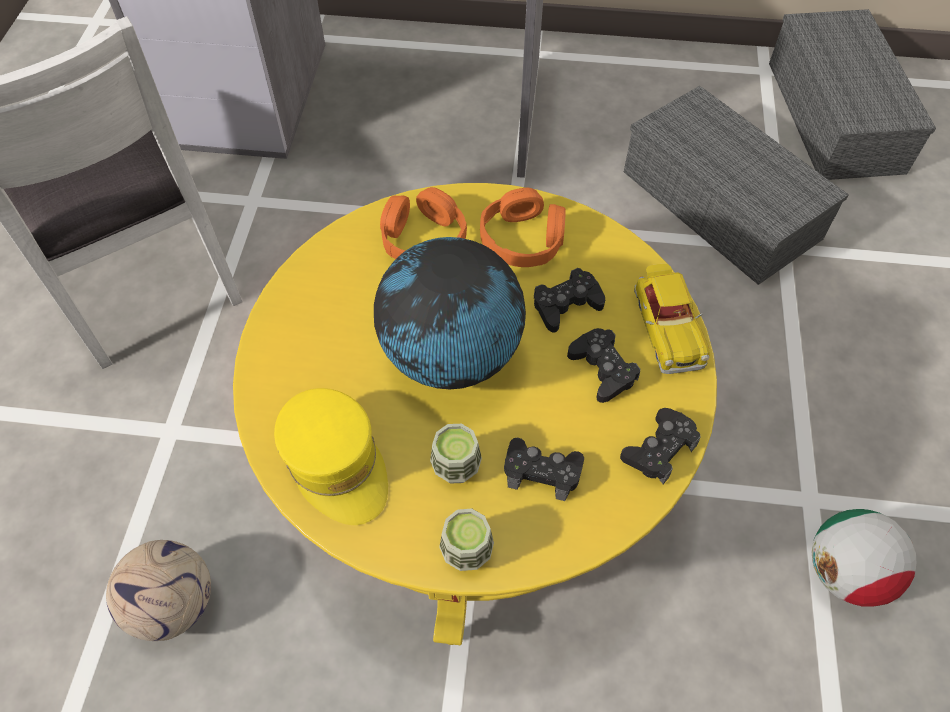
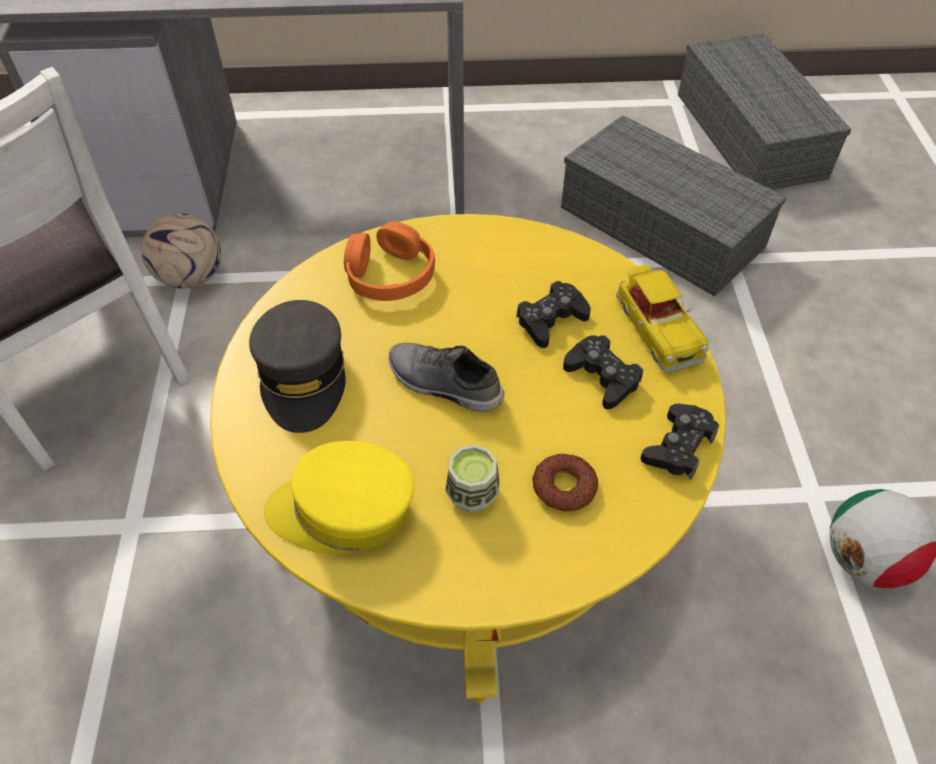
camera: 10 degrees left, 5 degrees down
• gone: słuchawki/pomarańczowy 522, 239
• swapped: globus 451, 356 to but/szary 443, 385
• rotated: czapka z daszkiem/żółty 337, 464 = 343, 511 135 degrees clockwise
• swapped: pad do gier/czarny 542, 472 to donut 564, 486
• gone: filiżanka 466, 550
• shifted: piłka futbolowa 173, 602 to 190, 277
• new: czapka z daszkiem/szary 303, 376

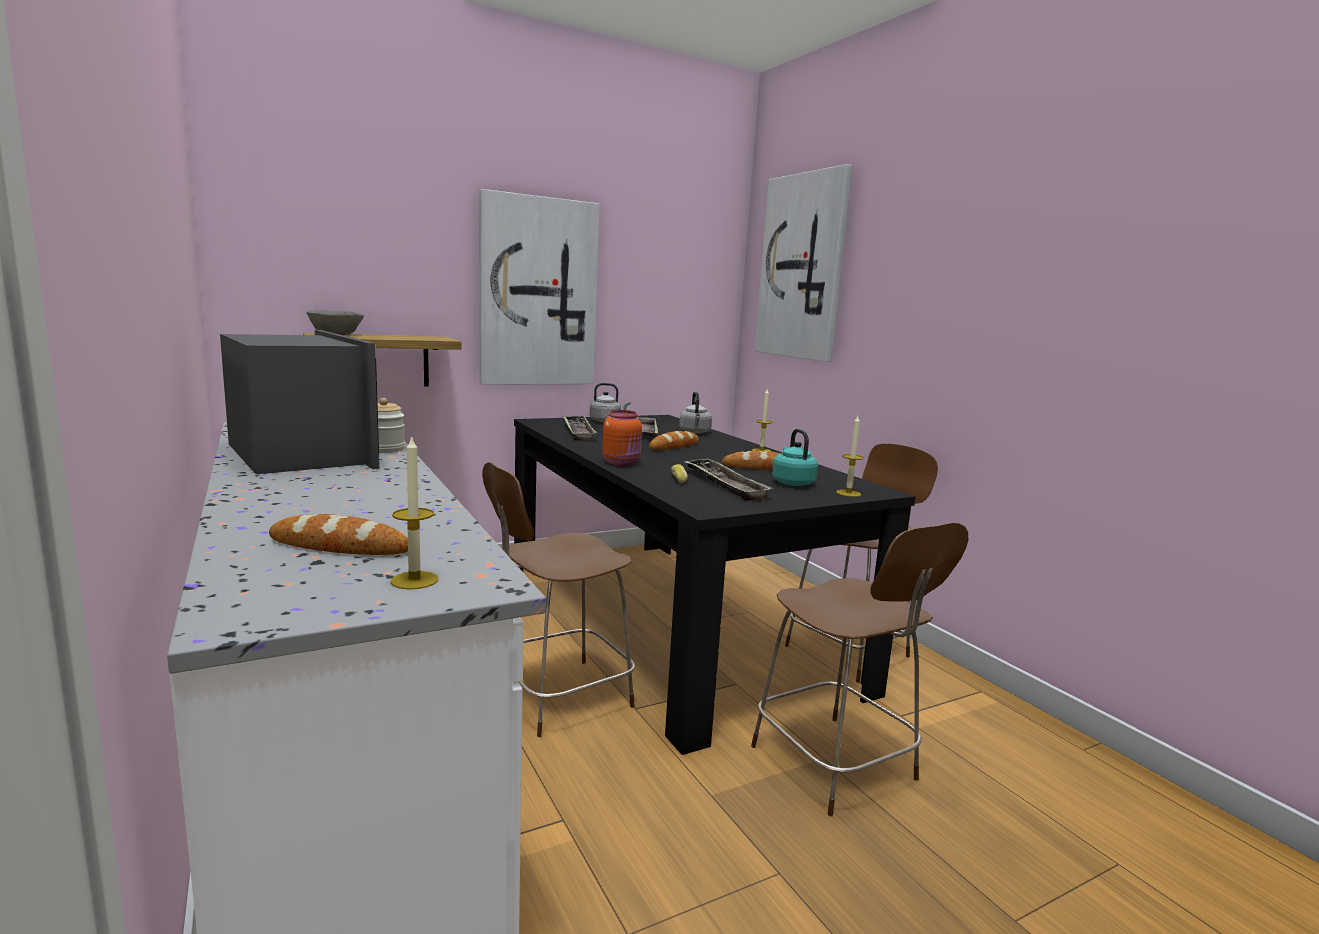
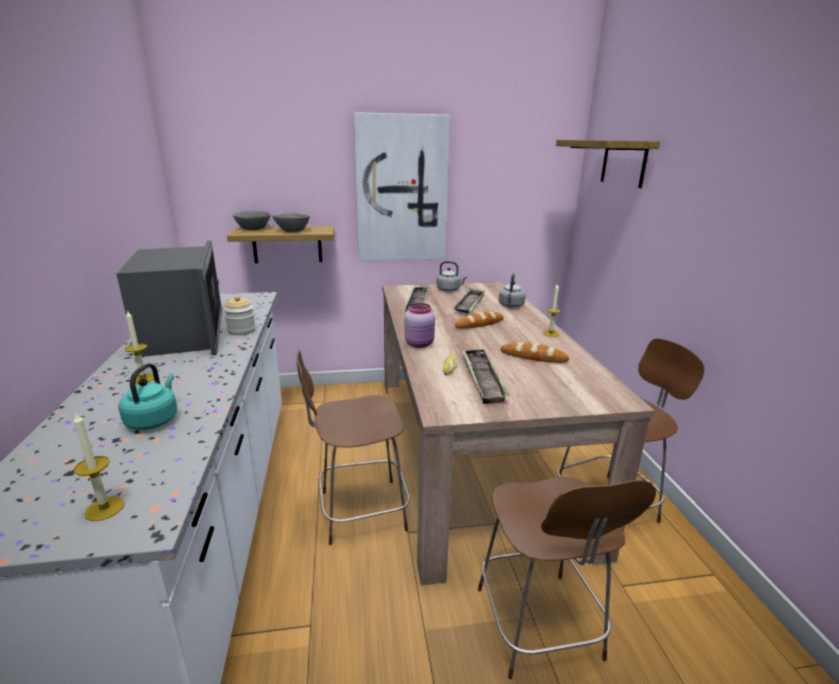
camera: 20 degrees right, 10 degrees up
• swapped: obraz 802, 267 to półka 623, 163
• repainted: słoik/pomarańczowy 622, 463 to słoik/różowy 420, 344
• repainted: stół jadalny/czarny 668, 620 to stół jadalny/beżowy 471, 452
• shifted: świeca 848, 493 to 143, 379
• shifted: czajnik/turkusowy 792, 482 to 154, 420
• gone: chleb 339, 546
• new: miska/szary 293, 231

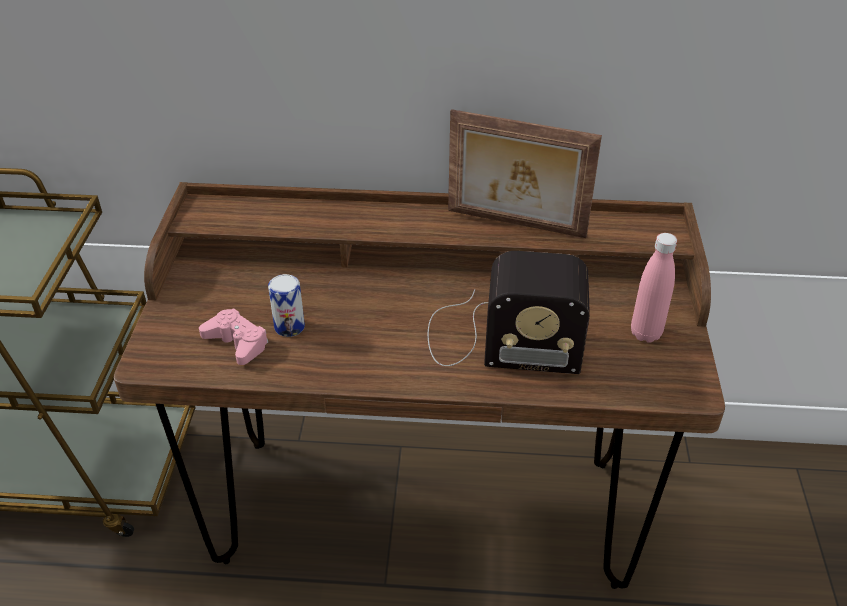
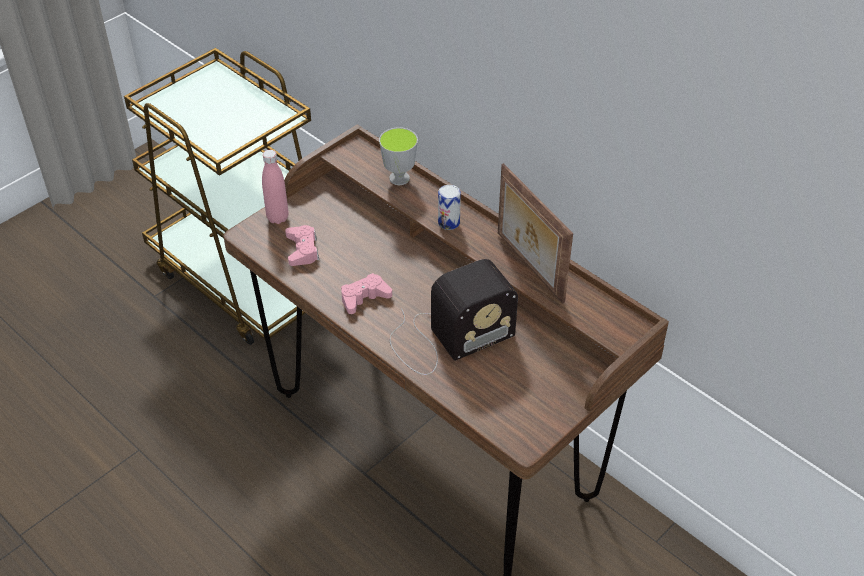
camera: 40 degrees right, 5 degrees up
• shifted: butelka/różowy 645, 333 to 277, 218
• rotated: radio 498, 340 = 447, 338 75 degrees counterclockwise
• shifted: puszka 289, 327 to 449, 222
• new: filiżanka 399, 178
• new: pad do gier/różowy 364, 298

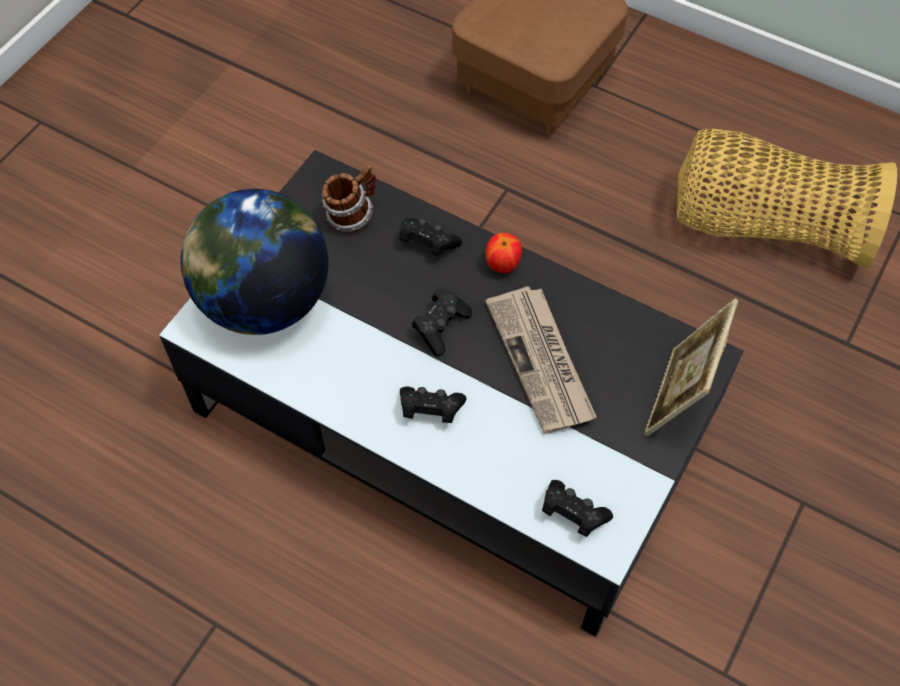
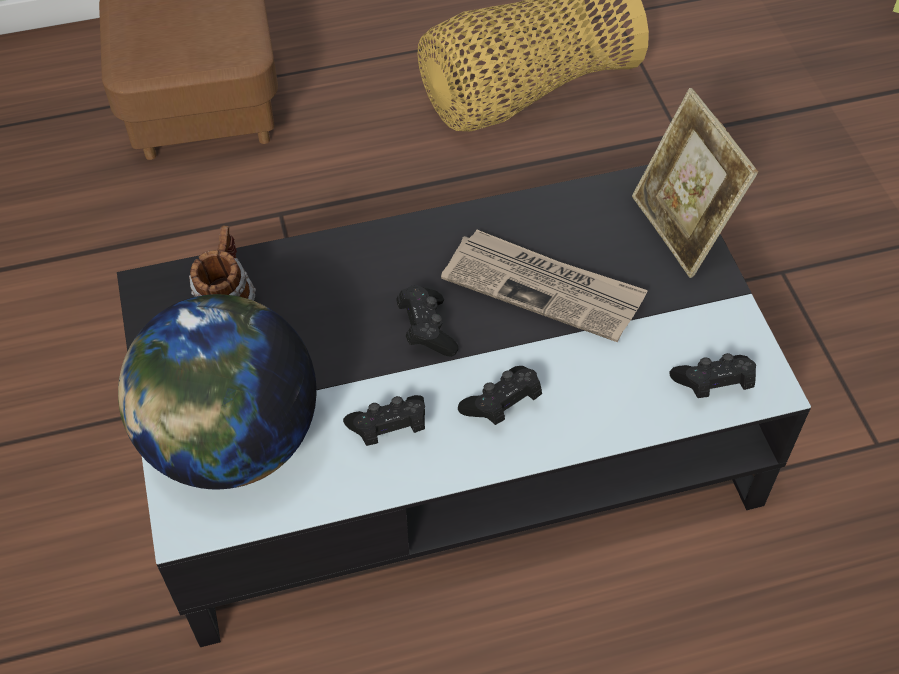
camera: 45 degrees left, 5 degrees down
• shifted: pad do gier/czarny 427, 244 to 389, 429
• gone: jabłko 502, 265

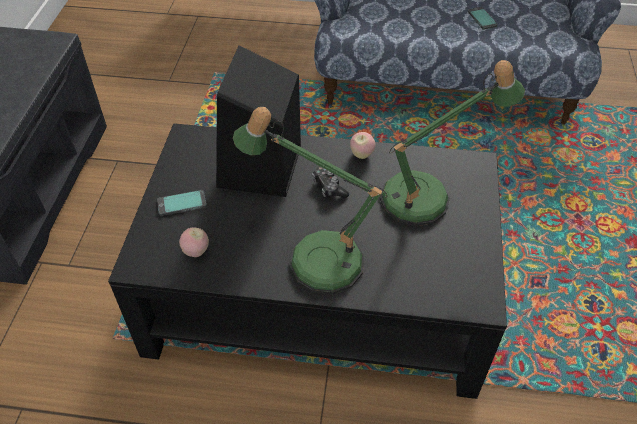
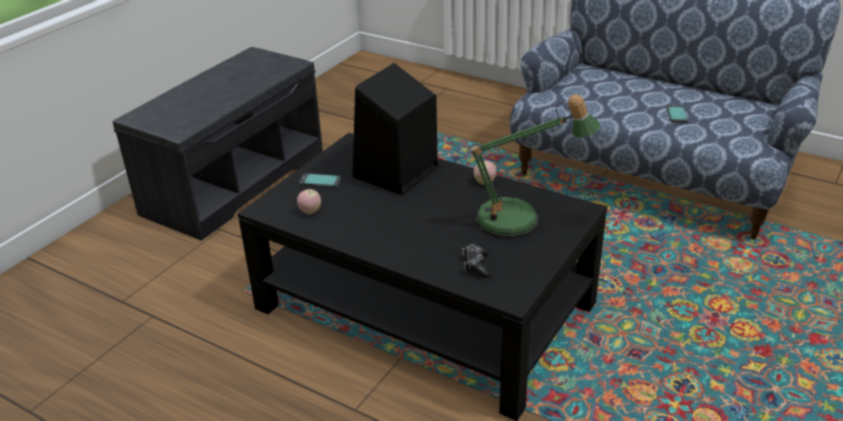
camera: 25 degrees right, 15 degrees down
• gone: lampa stołowa 315, 256
• shifted: pad do gier 329, 187 to 476, 265

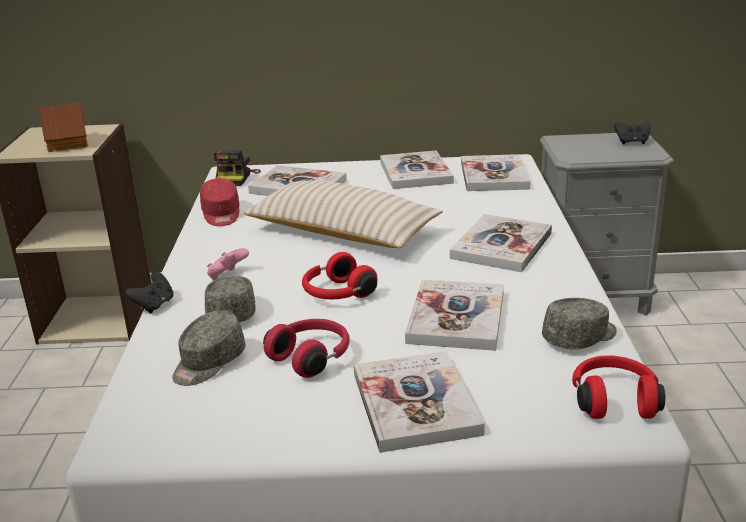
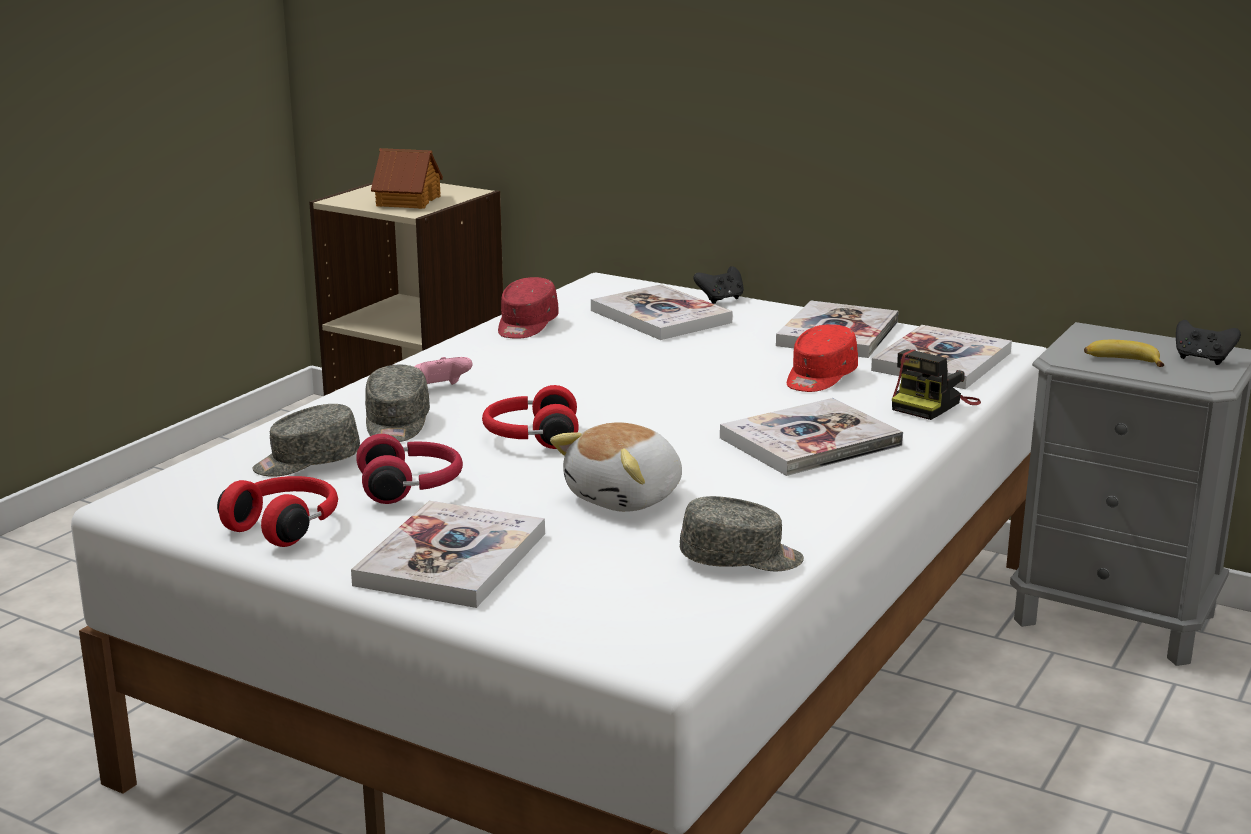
camera: 30 degrees right, 5 degrees down
• shifted: aparat fotograficzny 236, 178 to 932, 405
• gone: poduszka/beżowy 342, 232
• shifted: pad do gier/czarny 154, 305 to 721, 299
• rotated: czapka z daszkiem/szary 233, 312 = 396, 424 150 degrees clockwise
• swapped: książka 456, 317 to pluszak 626, 498
• shifted: słuchawki/czerwony 614, 400 to 286, 526
• new: czapka z daszkiem/czerwony 819, 377
• new: banan 1122, 361

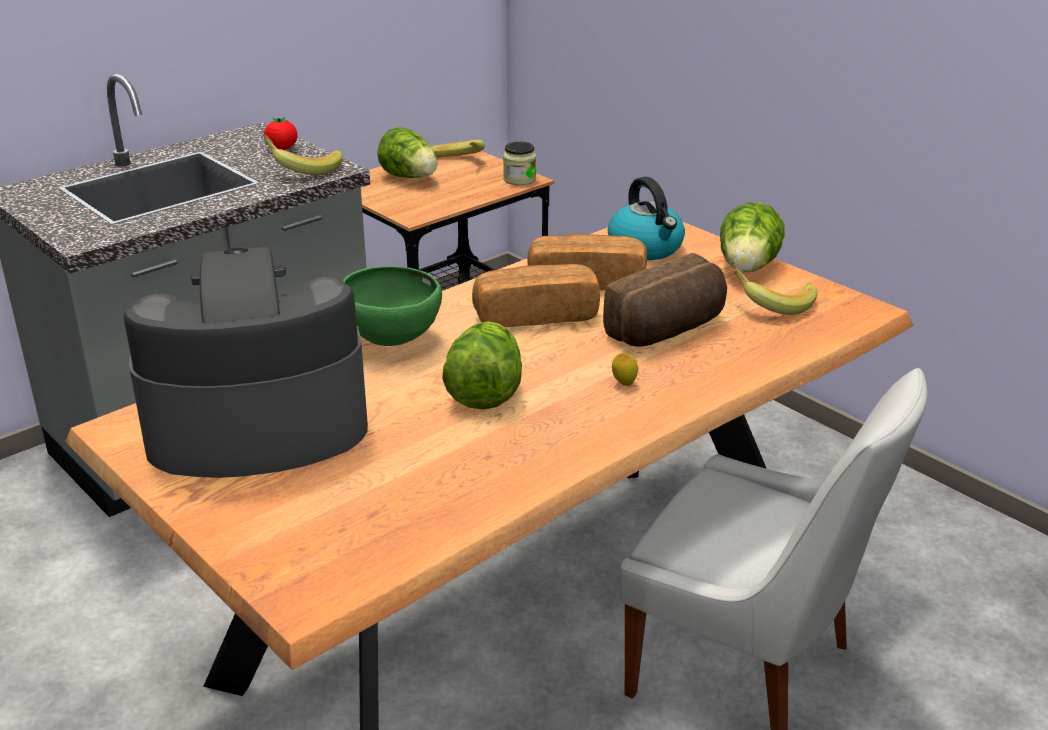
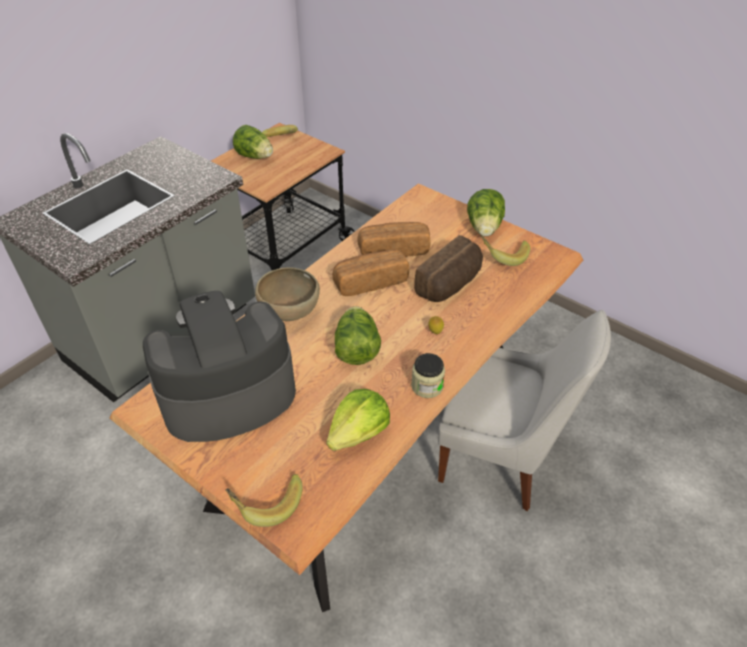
camera: 10 degrees left, 15 degrees up
• gone: pomidor 282, 149
• shifted: banan 303, 169 to 266, 503
• shifted: słoik 519, 179 to 427, 386
• gone: czajnik 646, 248
• repainted: miska/zielony 391, 342 to miska/brązowy 290, 314
• new: sałata 359, 433

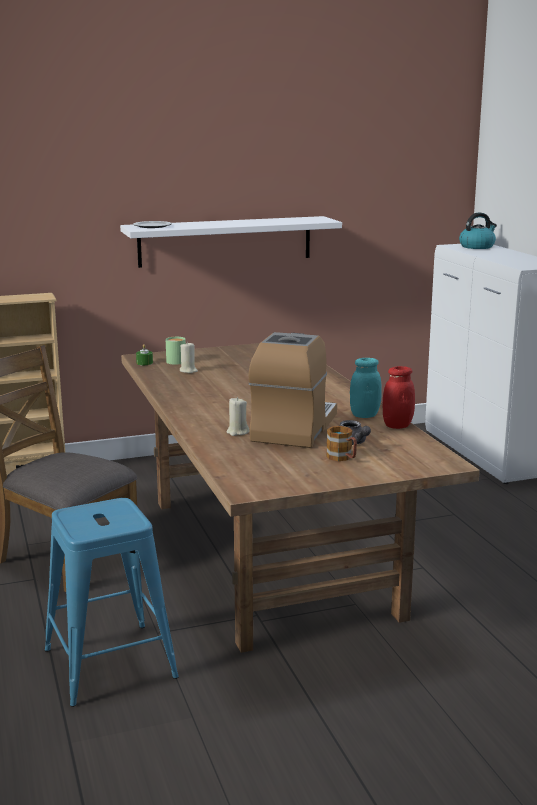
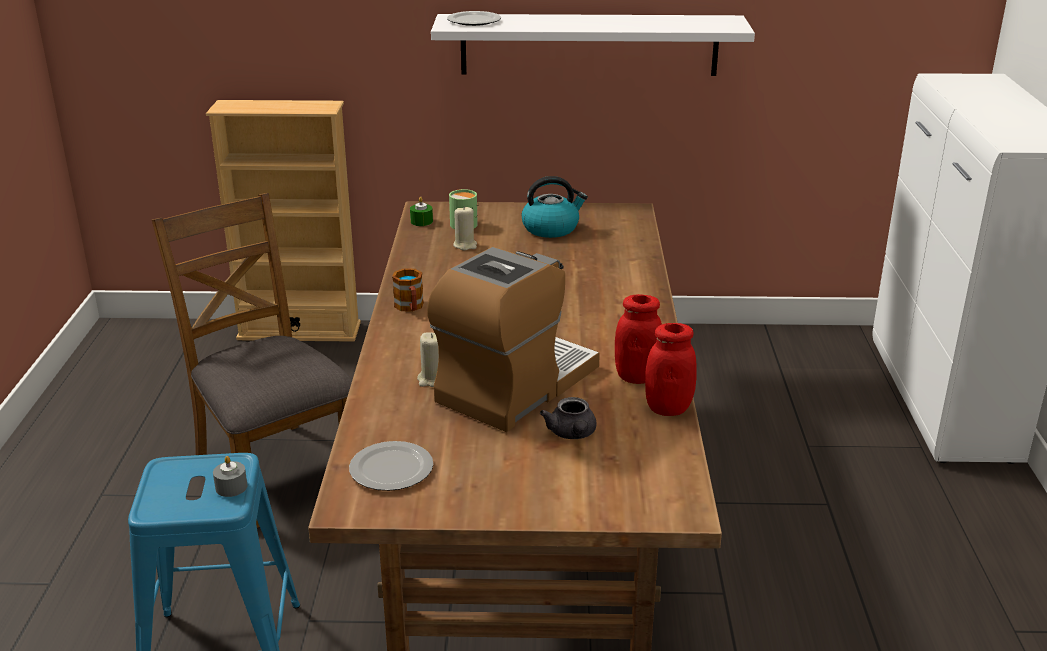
camera: 20 degrees right, 10 degrees up
• shifted: czajnik 477, 246 to 551, 228
• repainted: słoik/turkusowy 364, 415 to słoik/czerwony 637, 377
• shifted: kubek 342, 458 to 410, 307
• new: talerz 392, 468
• new: świeca/szary 231, 487

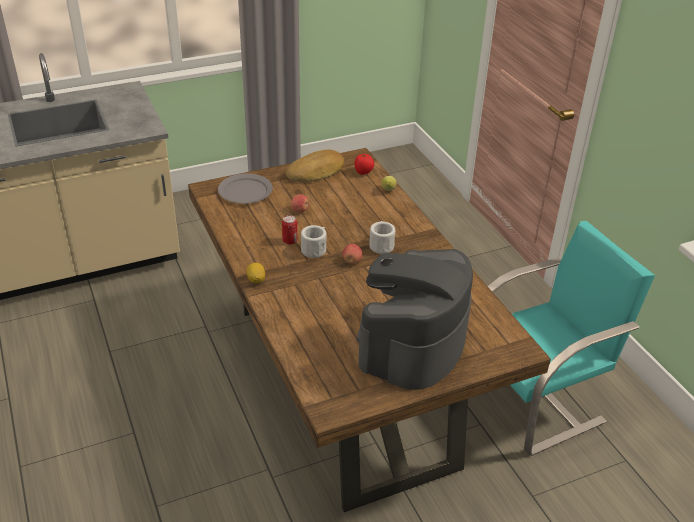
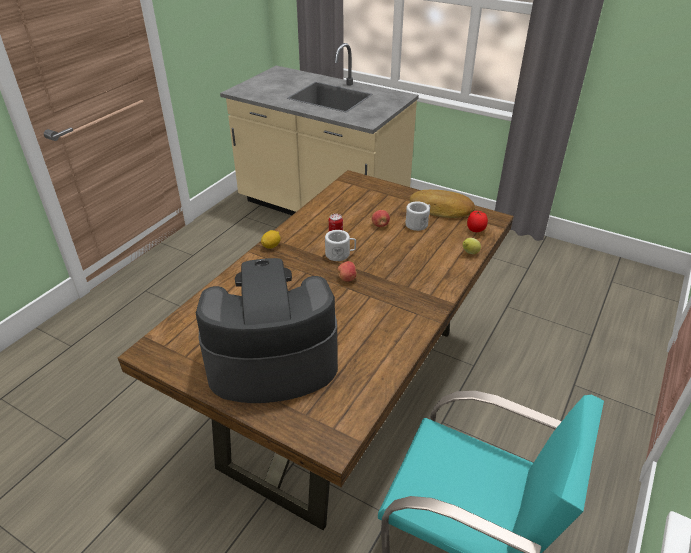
camera: 55 degrees right, 0 degrees up
• gone: talerz/szary 245, 191
• shifted: kubek/biały 381, 245 to 418, 223

